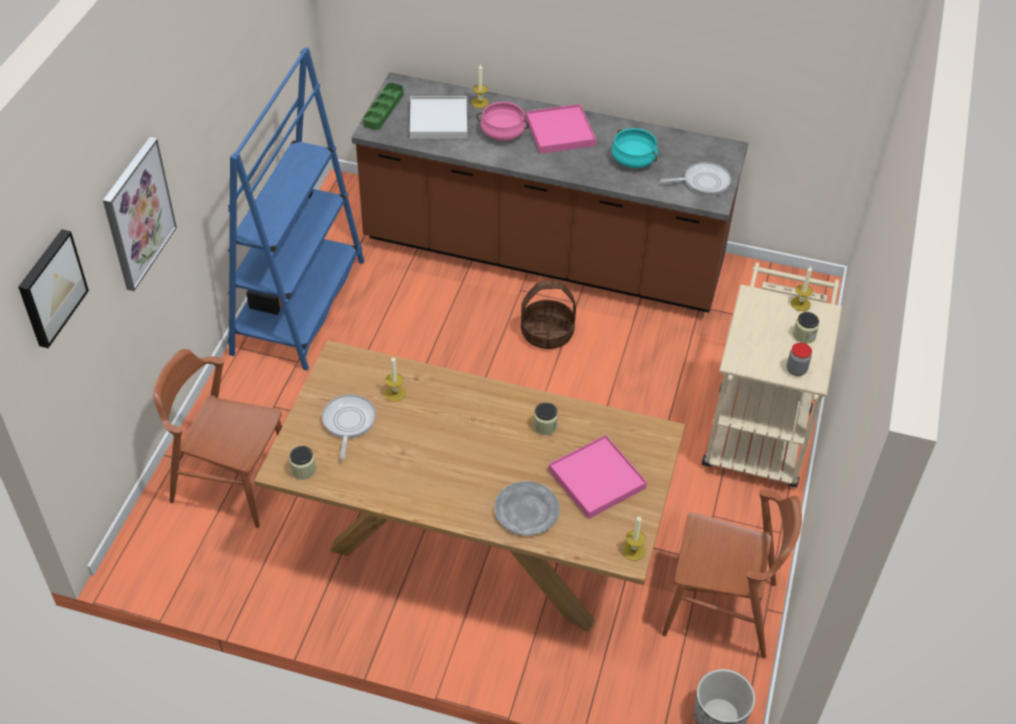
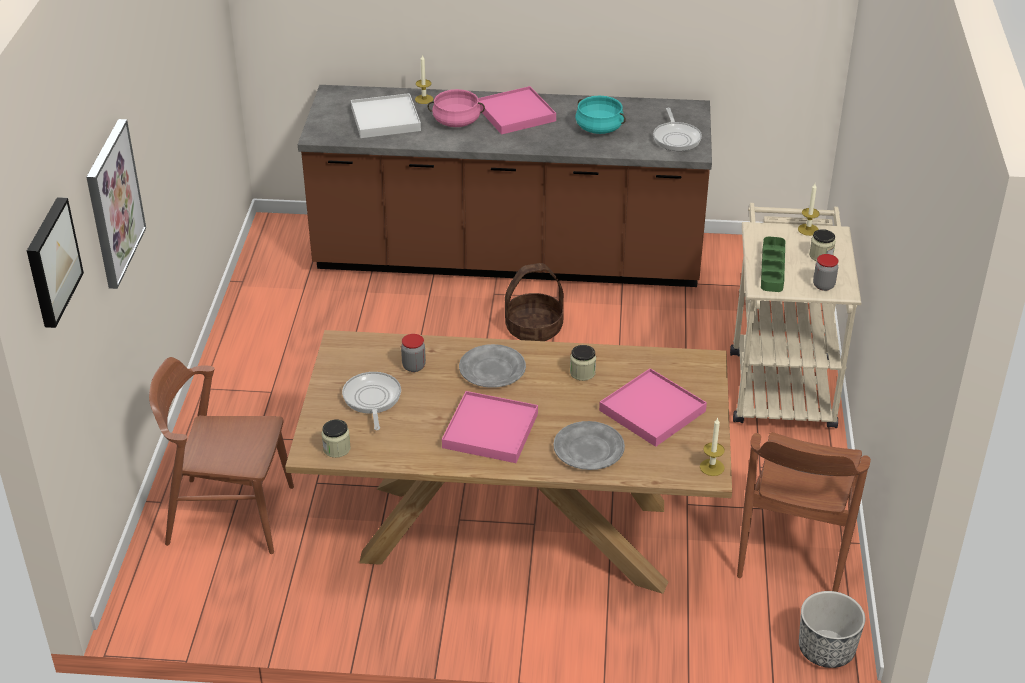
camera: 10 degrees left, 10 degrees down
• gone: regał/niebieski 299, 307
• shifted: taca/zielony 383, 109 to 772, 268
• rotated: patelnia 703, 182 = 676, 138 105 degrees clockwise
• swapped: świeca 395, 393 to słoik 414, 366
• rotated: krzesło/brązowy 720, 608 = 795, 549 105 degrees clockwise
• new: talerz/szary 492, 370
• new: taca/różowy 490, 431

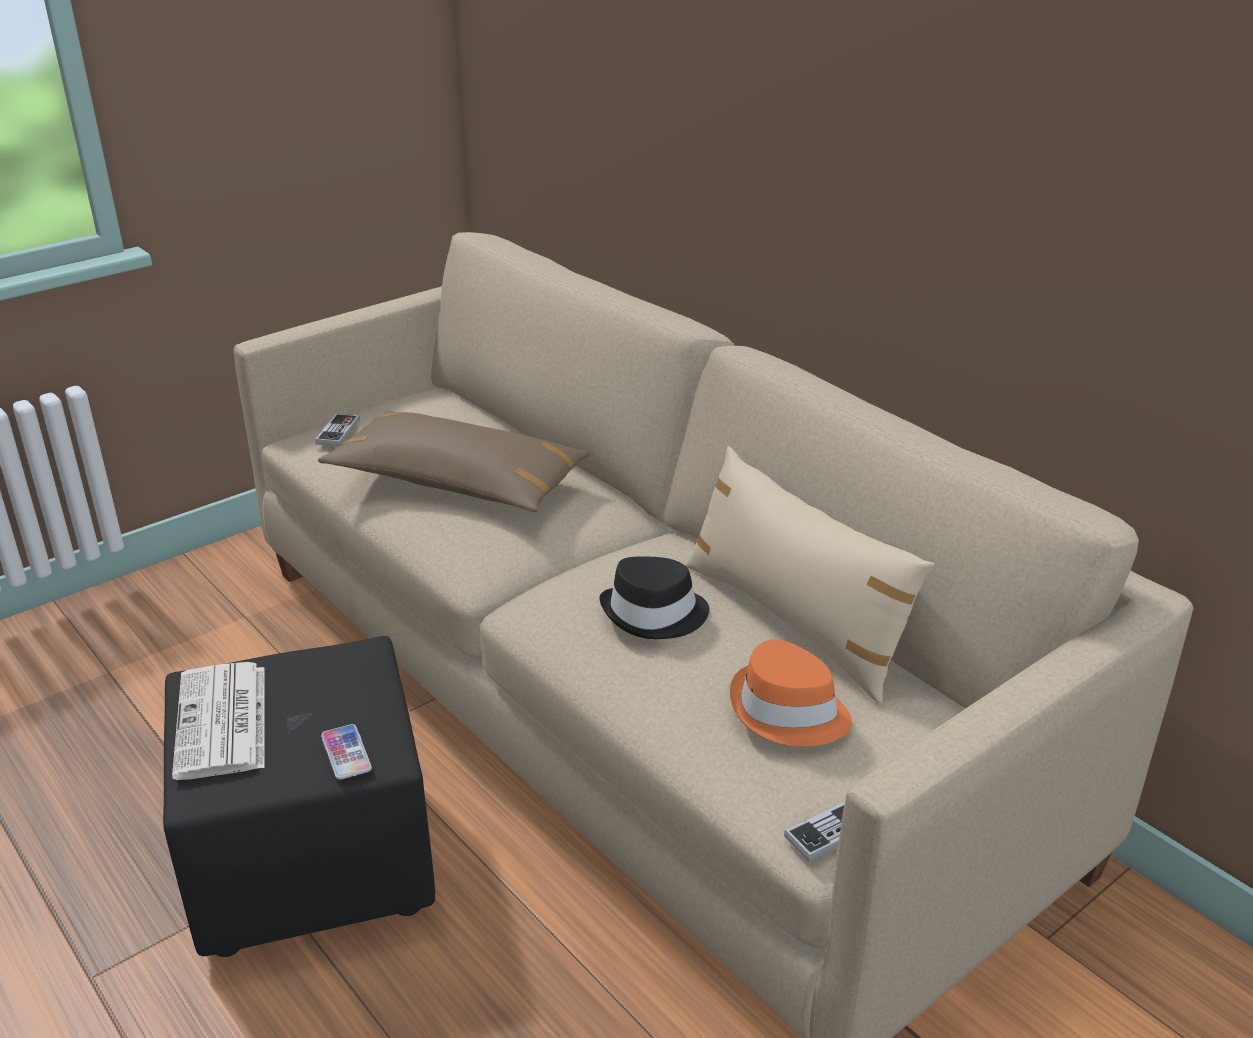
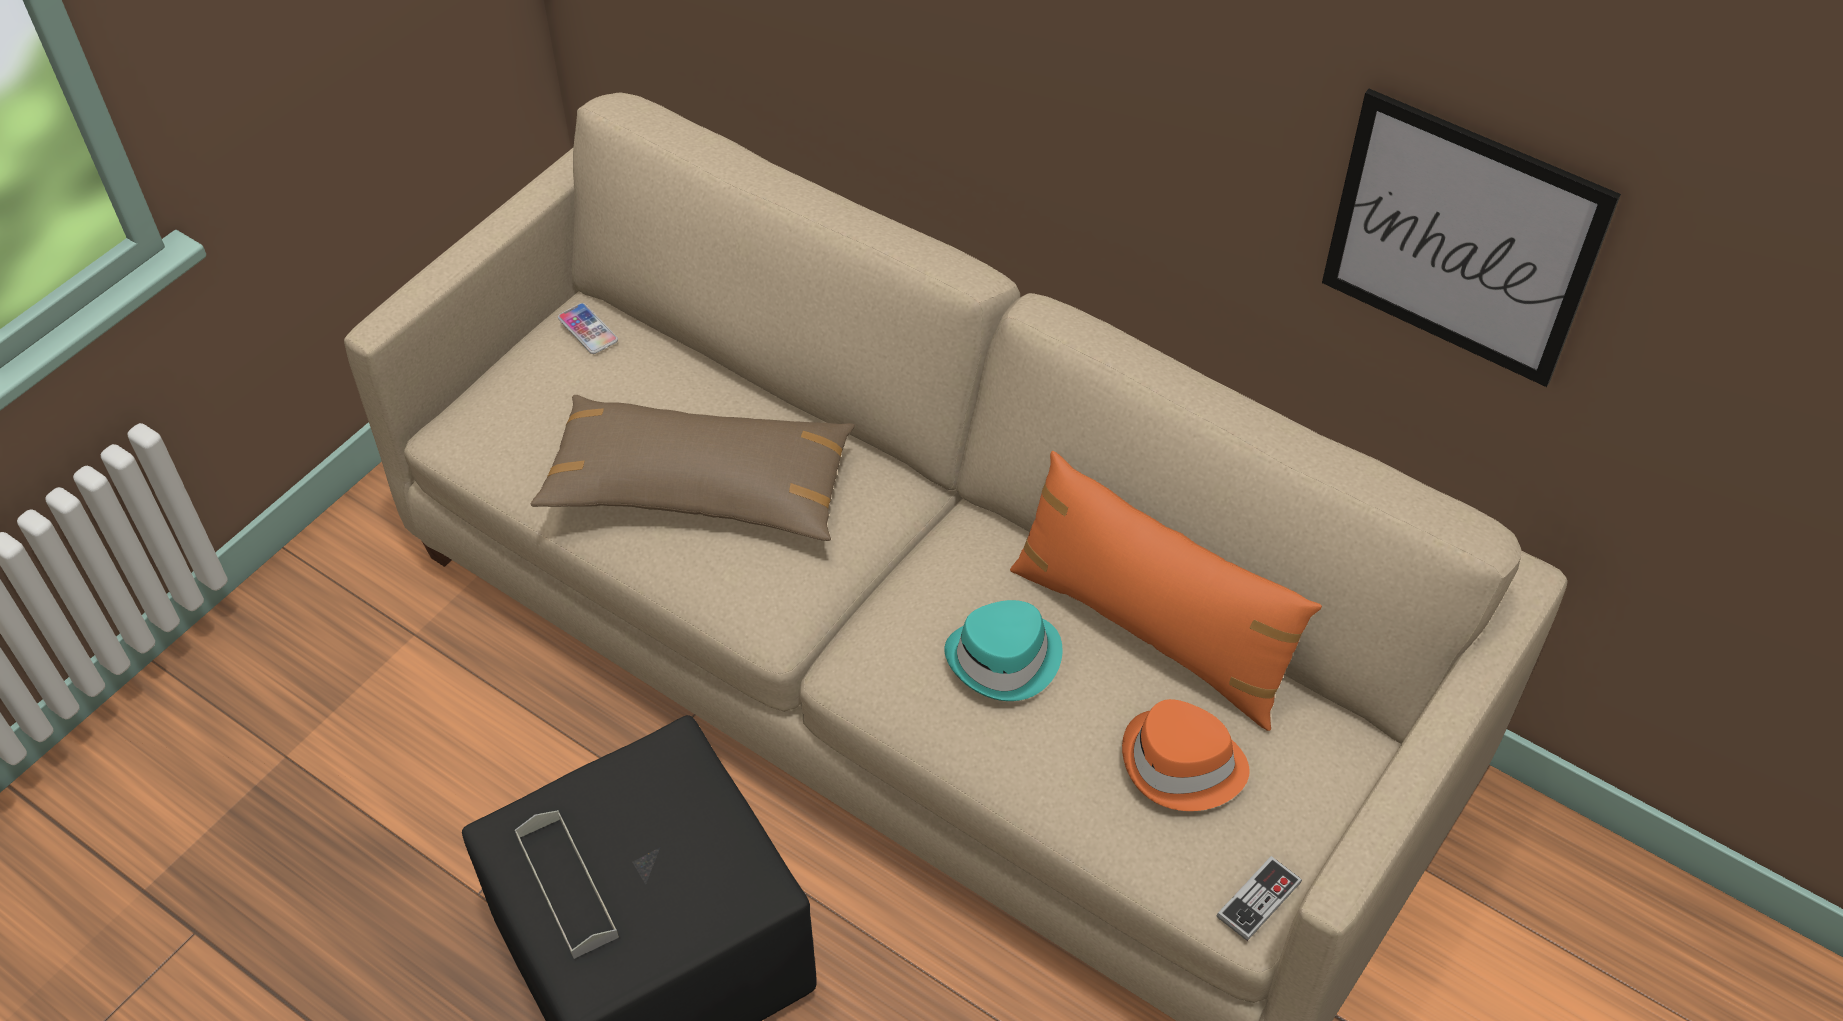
camera: 15 degrees left, 20 degrees up
• gone: pad do gier 338, 432
• repainted: poduszka/beżowy 794, 621 to poduszka/pomarańczowy 1151, 631
• repainted: kapelusz/czarny 655, 614 to kapelusz/turkusowy 1005, 659
• swapped: gazeta 223, 723 to taca/szary 567, 886
• shifted: telefon 346, 753 to 588, 329
• new: obraz 1461, 239

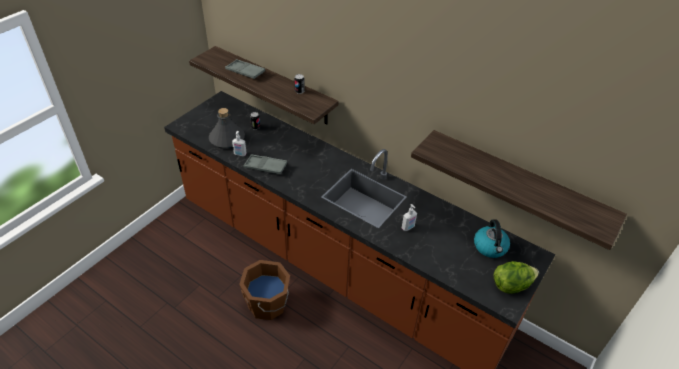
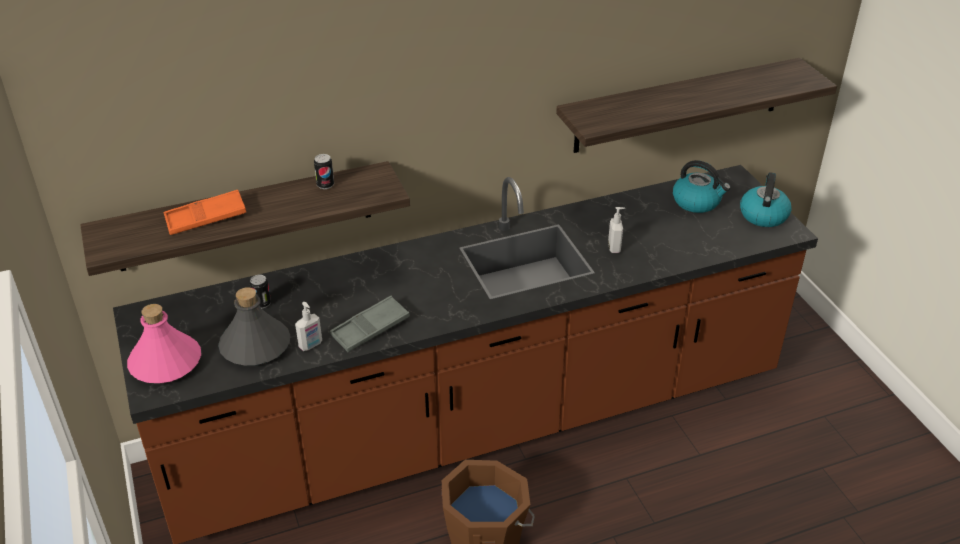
camera: 55 degrees left, 5 degrees down
• repainted: taca/szary 245, 72 to taca/pomarańczowy 206, 218
• swapped: sałata 511, 285 to czajnik 763, 215
• new: butelka/różowy 165, 363

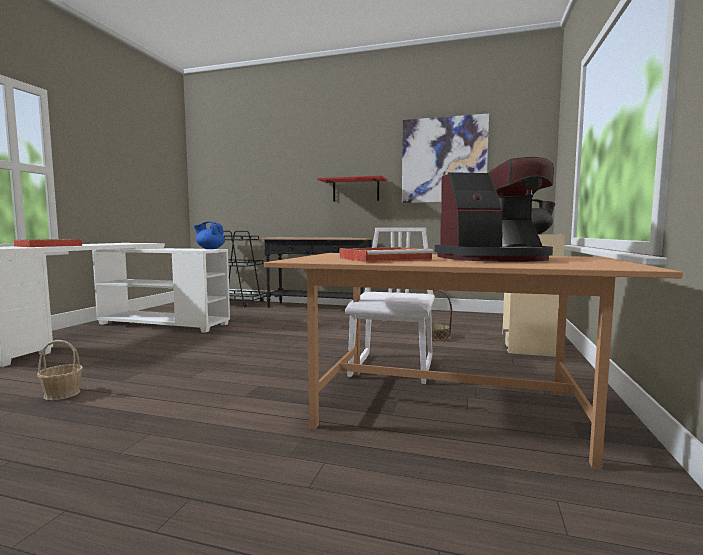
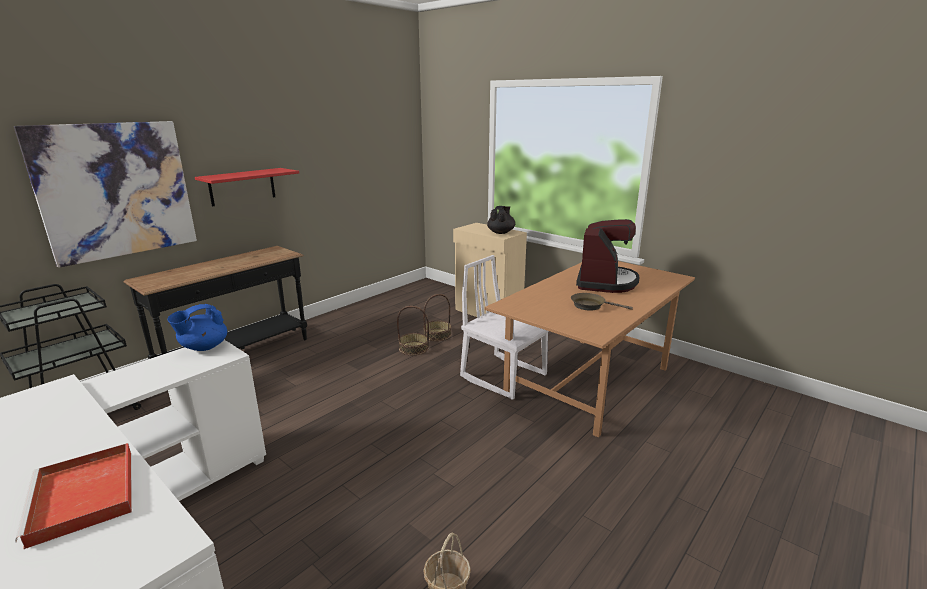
camera: 65 degrees left, 15 degrees up
• shifted: obraz 443, 160 to 116, 190
• swapped: taca/czerwony 386, 259 to patelnia/brązowy 591, 306
• new: koszyk 414, 348

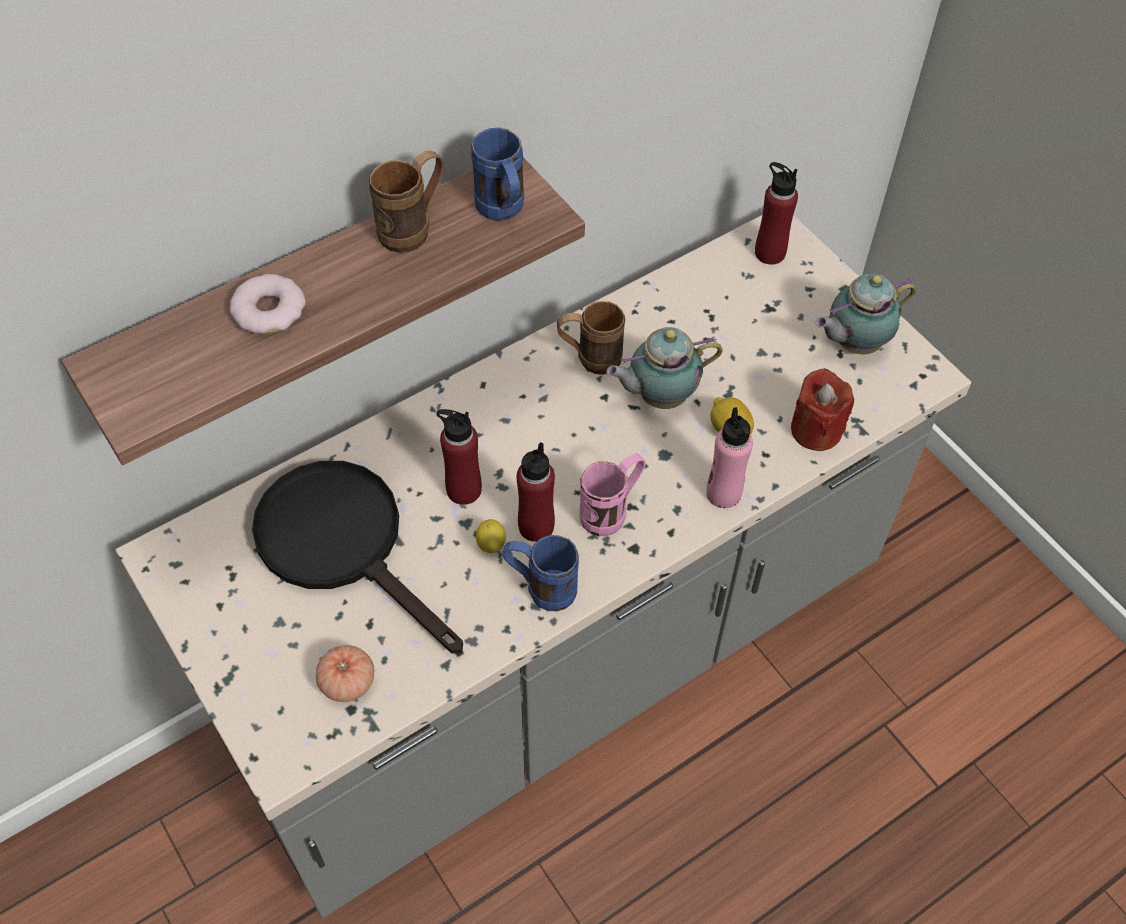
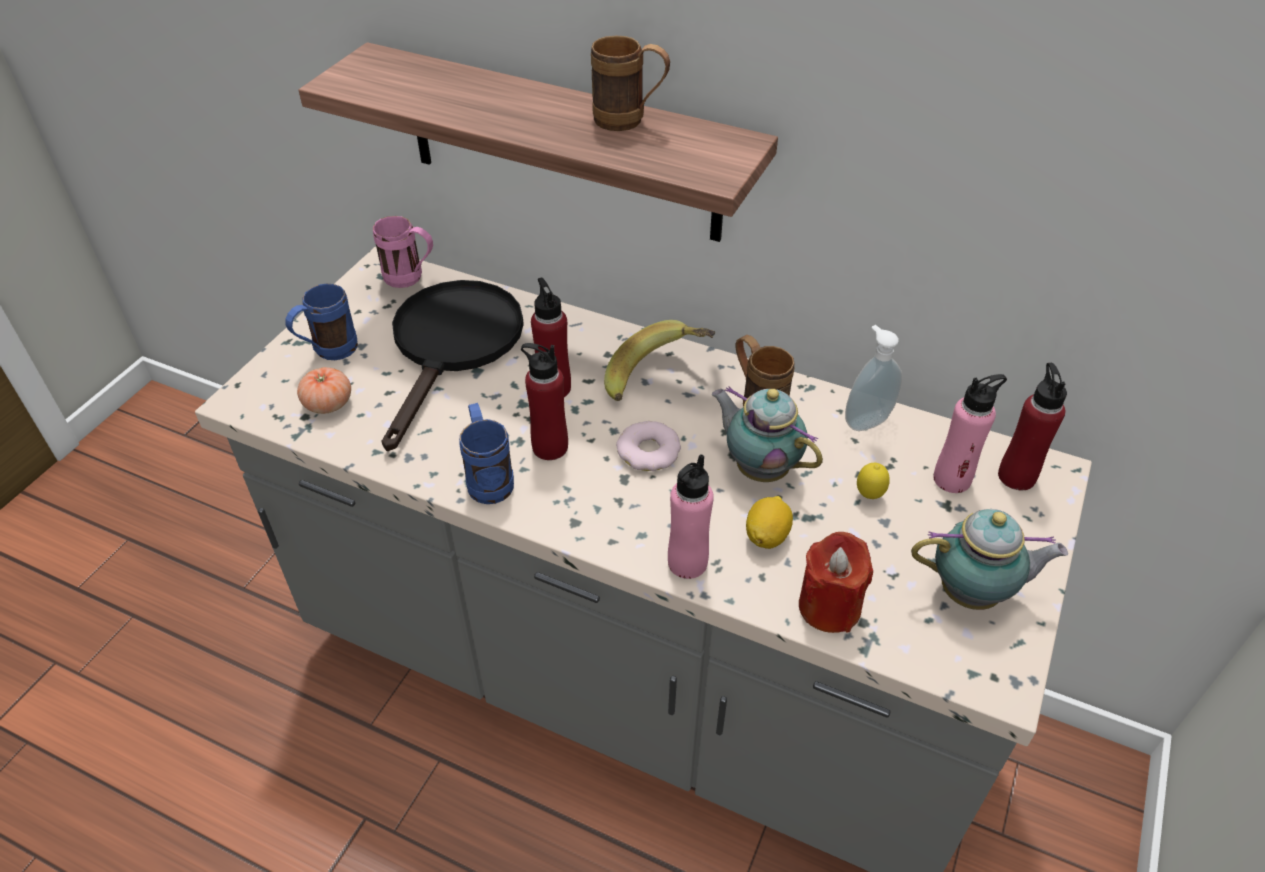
camera: 60 degrees right, 10 degrees down
• shifted: kubek/niebieski 503, 212 to 328, 352
• rotated: imbryk 854, 343 = 973, 594 150 degrees clockwise
• shifted: donut 269, 310 to 649, 451
• shifted: kubek/różowy 612, 511 to 411, 279
• shifted: cytryna 491, 547 to 869, 496
• new: banan 658, 379
• new: dozownik mydła 865, 420
• new: butelka/różowy 952, 479

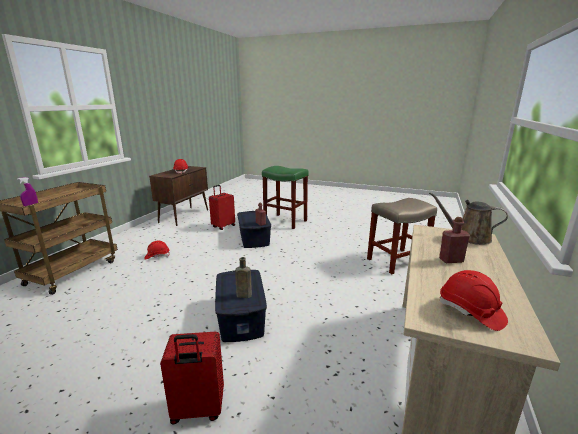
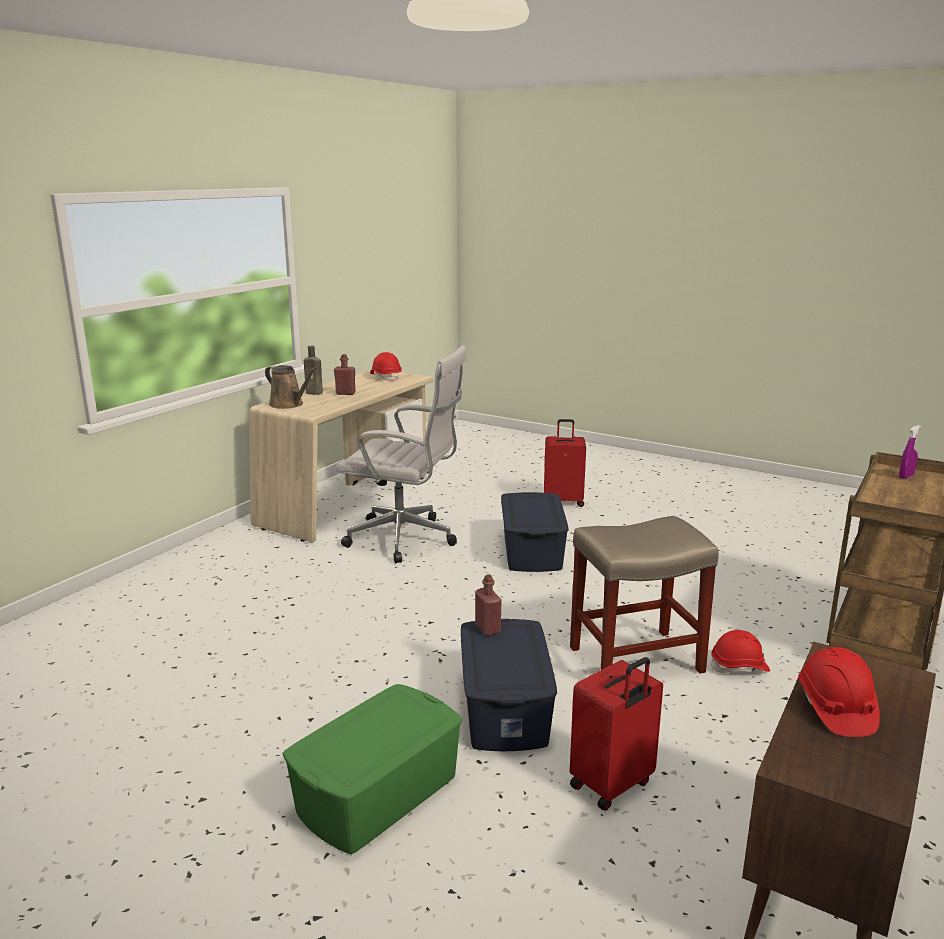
camera: 170 degrees left, 0 degrees up
• swapped: stołek/zielony 286, 221 to pojemnik do przechowywania/zielony 376, 793
• shifted: stołek/beżowy 397, 261 to 634, 660
• shifted: butelka/brązowy 243, 295 to 315, 393
• new: krzesło biurowe/biały 406, 539

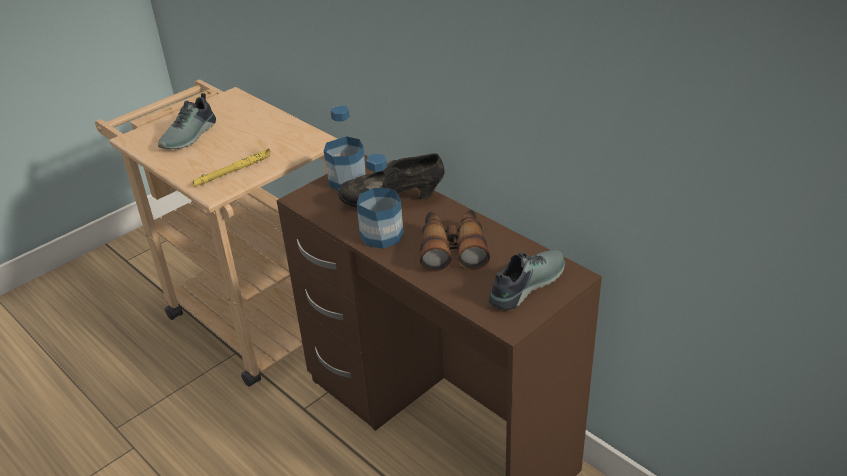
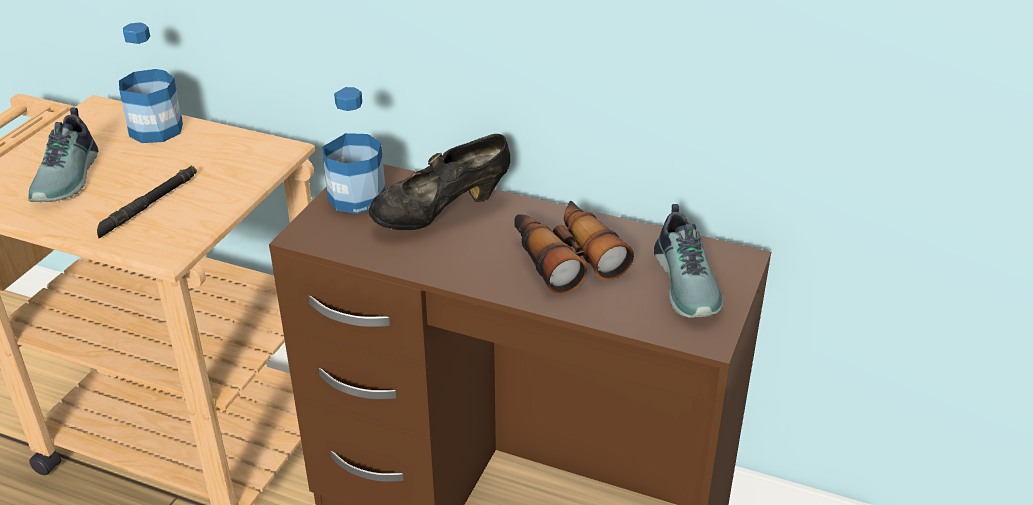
camera: 25 degrees left, 0 degrees up
• gone: latarka/żółty 233, 171
• shifted: butelka 381, 235 to 156, 129
• rotated: but 524, 284 = 688, 283 150 degrees clockwise
• new: latarka/czarny 148, 206

